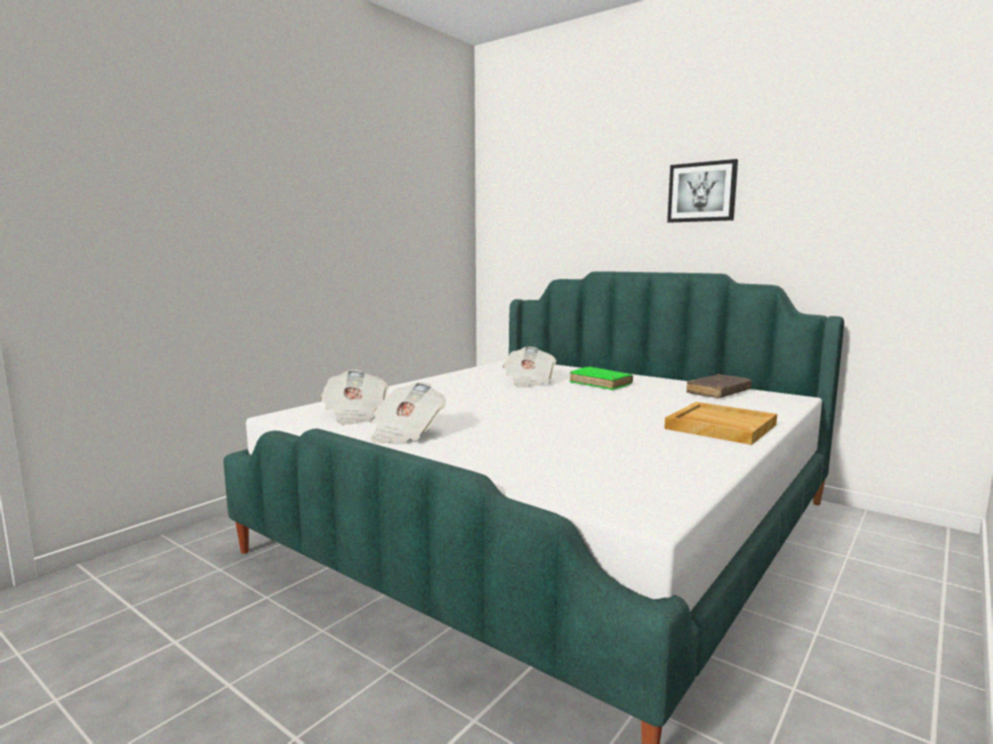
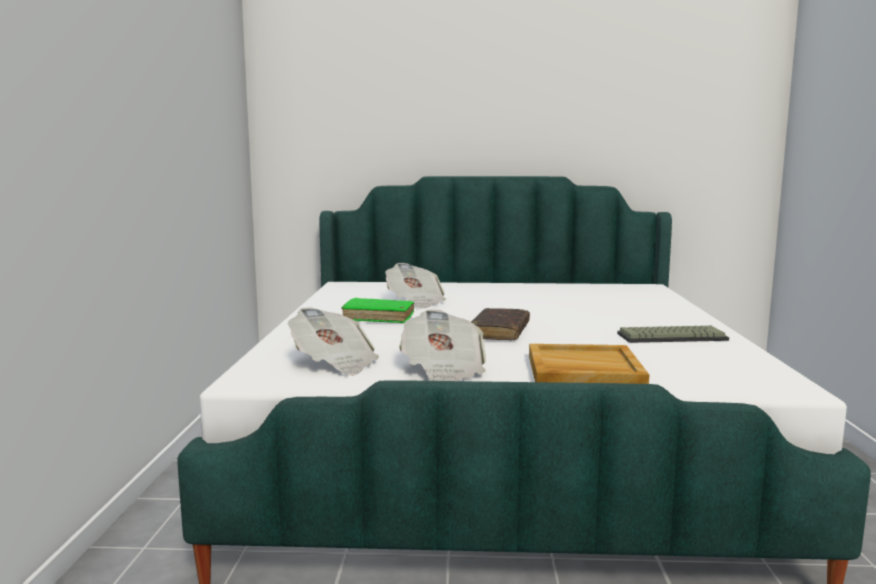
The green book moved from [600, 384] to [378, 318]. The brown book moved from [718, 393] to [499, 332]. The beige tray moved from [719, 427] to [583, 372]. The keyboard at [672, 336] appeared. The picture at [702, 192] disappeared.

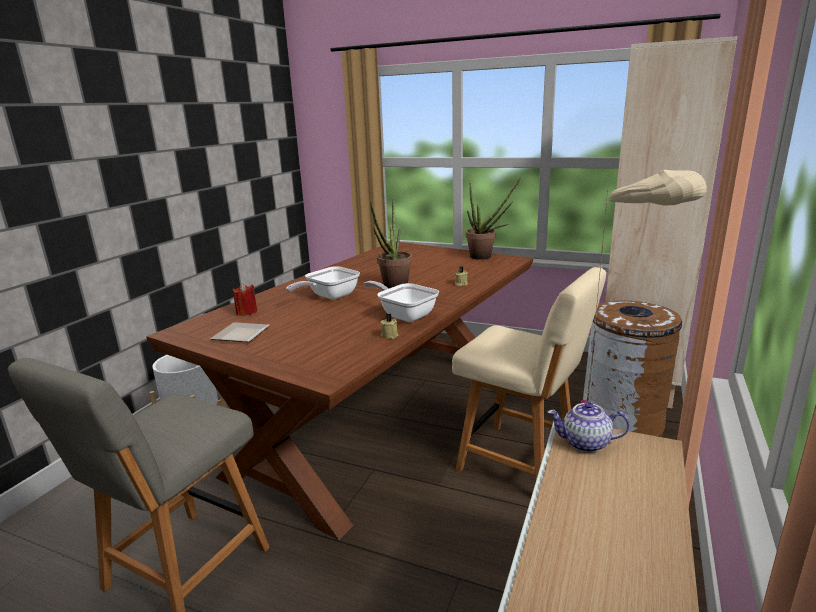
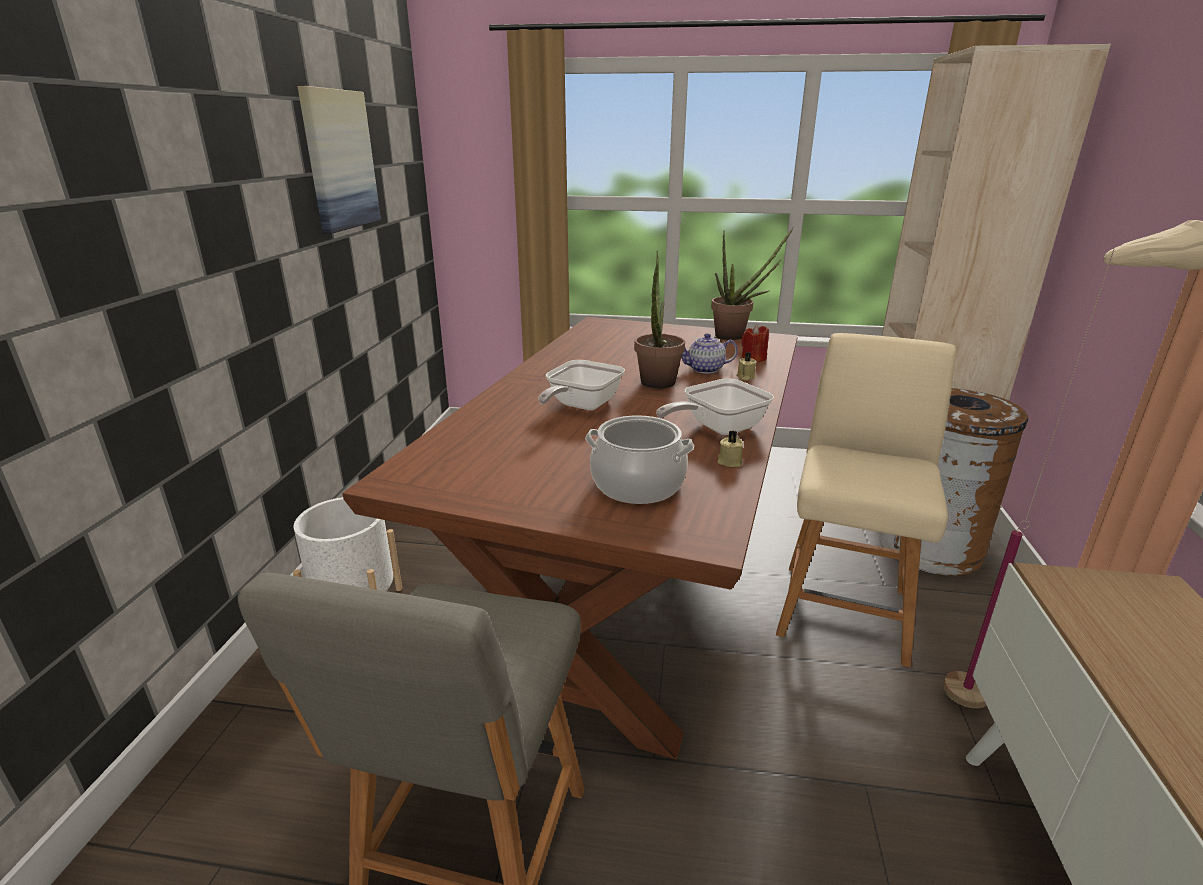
The picture at [339, 160] appeared. The cooking pot at [637, 485] appeared. The frying pan at [404, 315] turned 60 degrees counterclockwise. The teapot moved from [585, 443] to [705, 369]. The red candle moved from [246, 312] to [753, 359]. The beige chair at [521, 462] turned 90 degrees counterclockwise. The plate at [242, 336] disappeared.

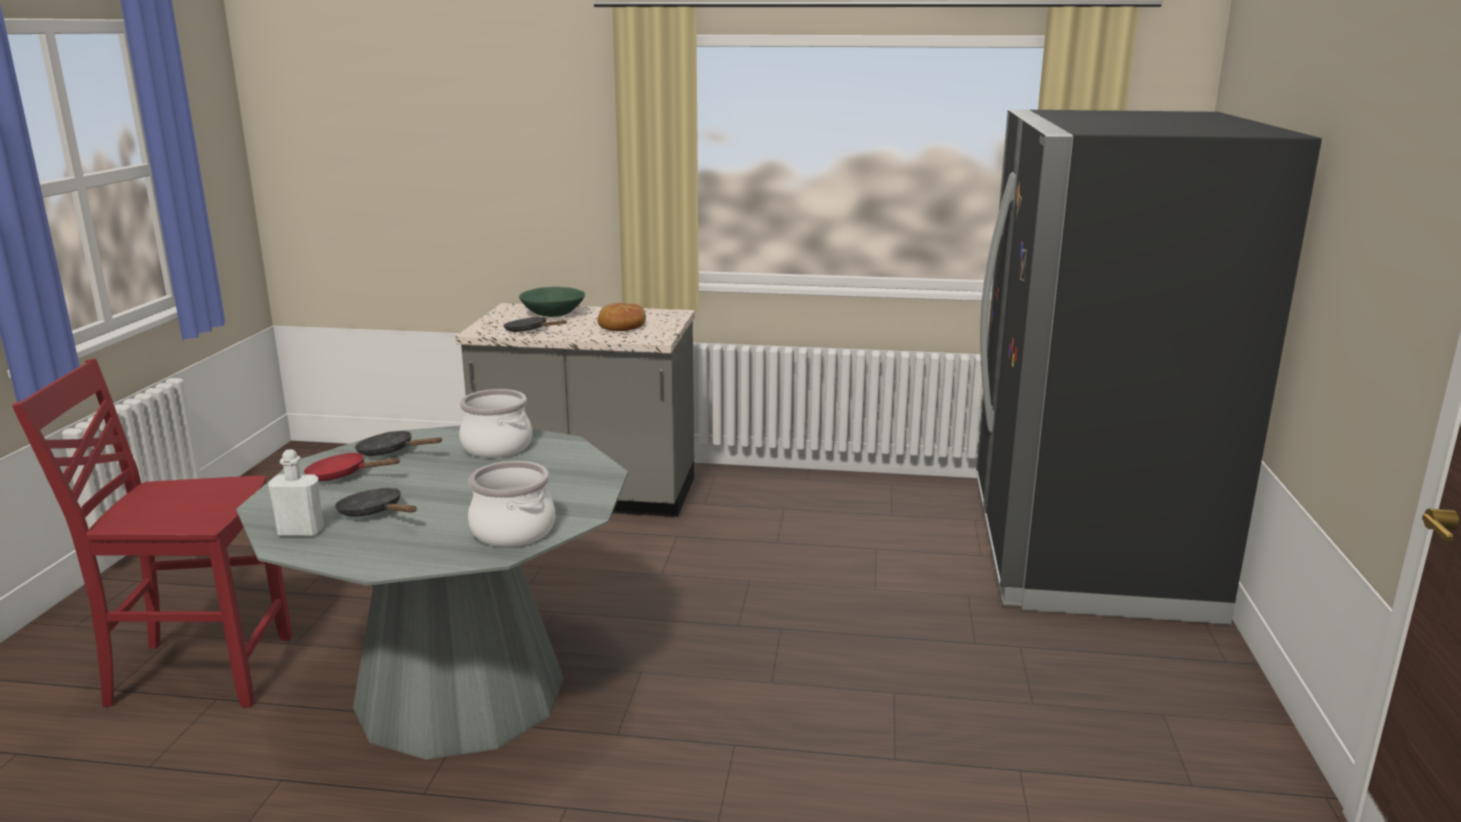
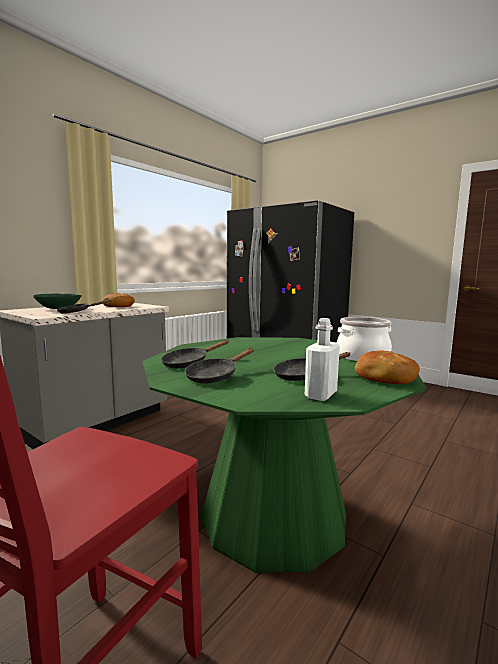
The grey dining table at [460, 693] became the green dining table at [274, 514]. The red frying pan at [343, 475] became the black frying pan at [215, 376]. The bread at [384, 378] appeared. The cooking pot at [497, 447] disappeared.

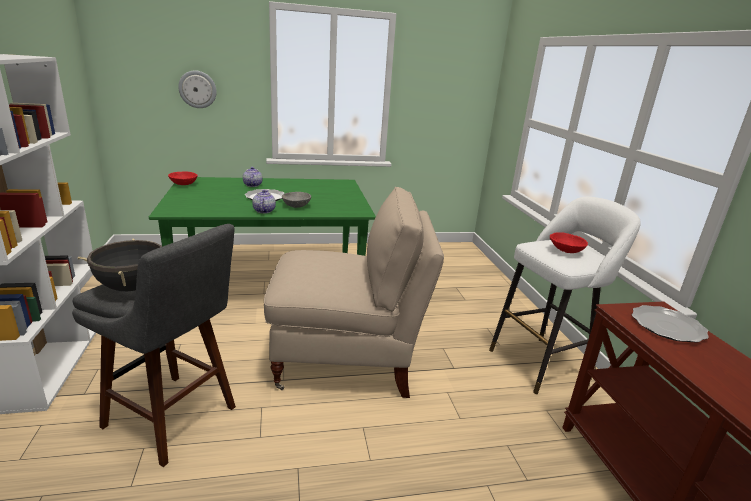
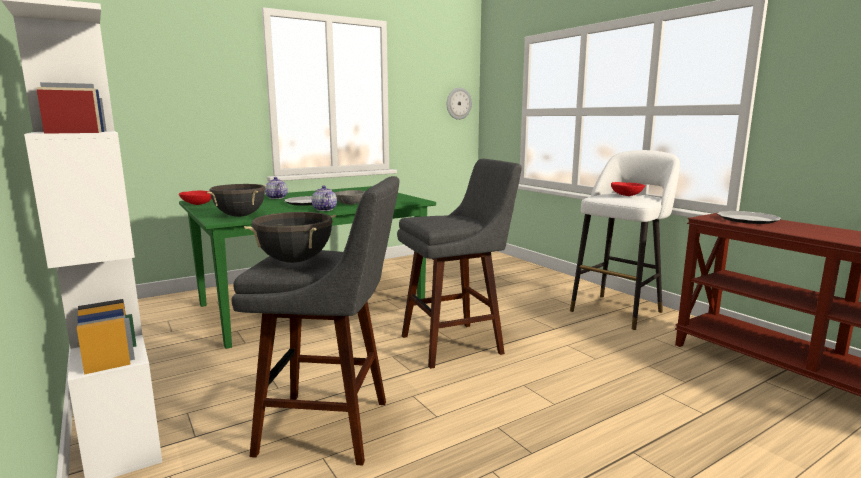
The black cooking pot at [240, 216] appeared. The beige chair at [347, 359] was replaced by the grey stool at [456, 343]. The wall clock moved from [197, 89] to [458, 103].

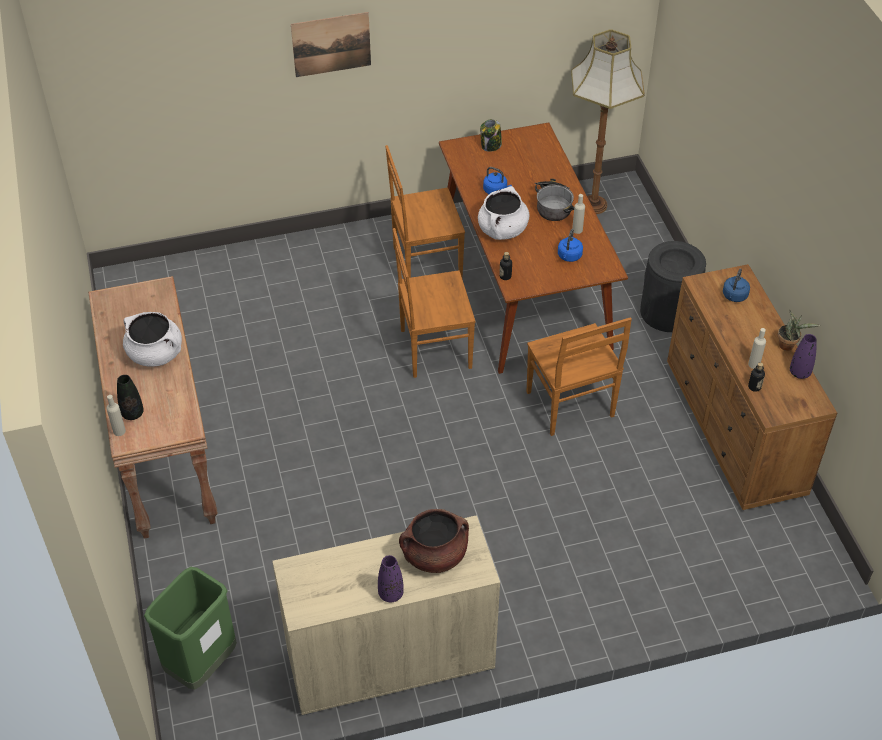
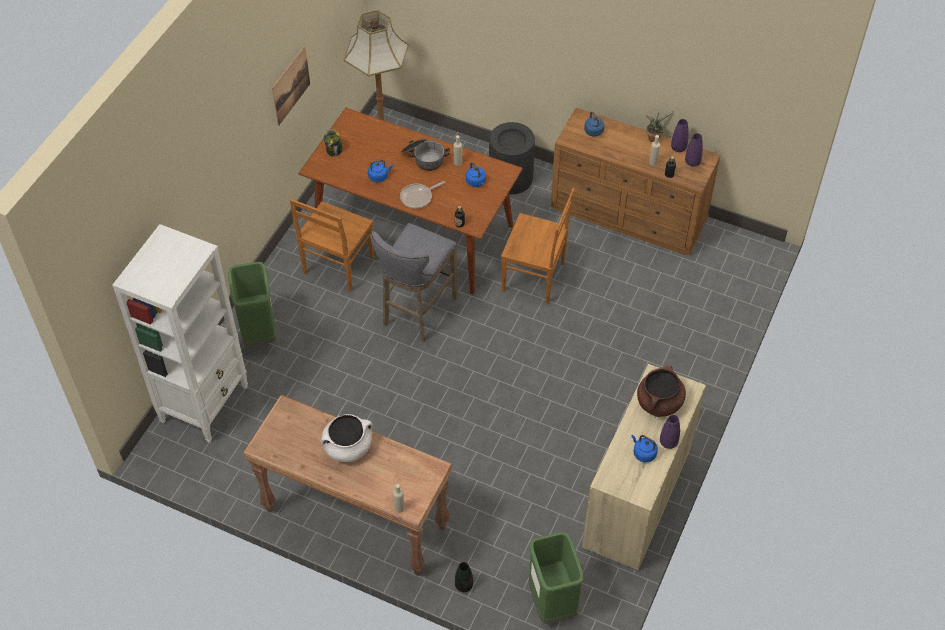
The white bookcase at [205, 403] appeared. The green trash can at [259, 333] appeared. The picture moved from [331, 44] to [291, 85]. The brown chair at [433, 349] was replaced by the grey stool at [417, 313]. The white cooking pot at [502, 230] was replaced by the frying pan at [418, 197]. The black vase moved from [132, 414] to [464, 585]. The blue kettle at [643, 453] appeared. The purple vase at [692, 162] appeared.

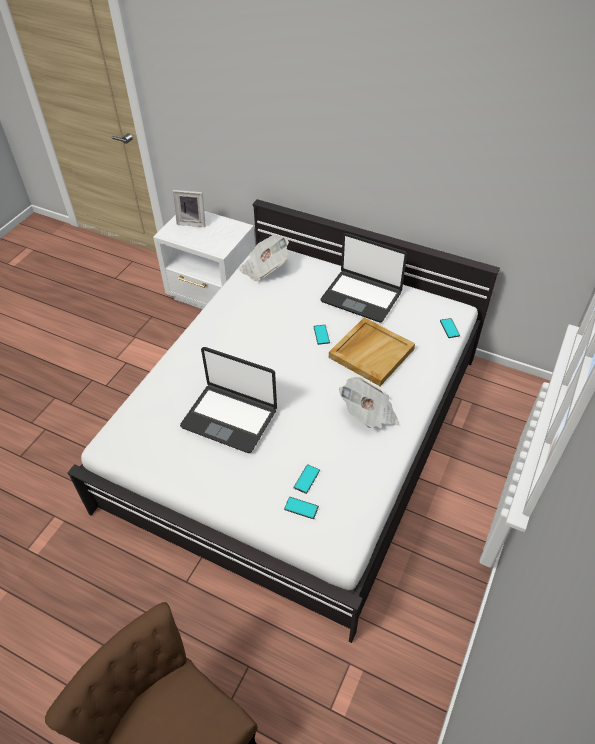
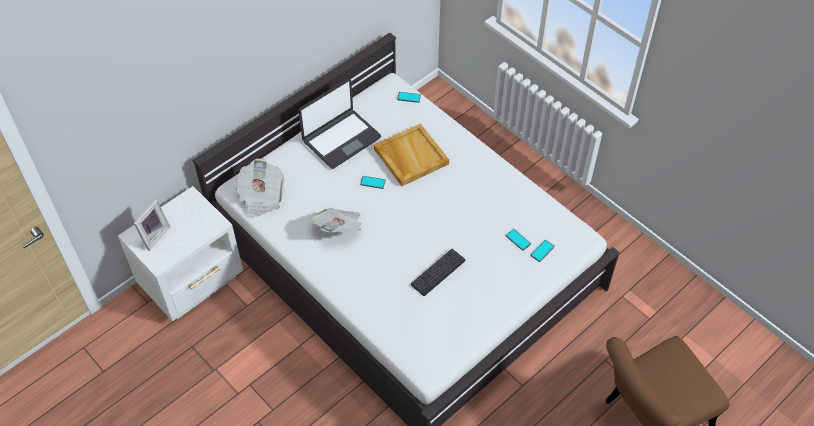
The newspaper moved from [369, 414] to [339, 228]. The laptop at [230, 417] was replaced by the keyboard at [438, 272].

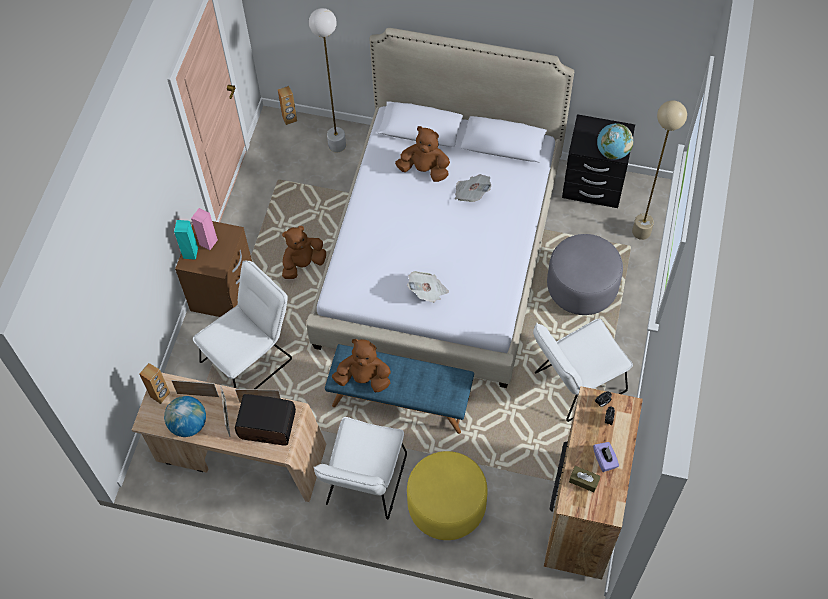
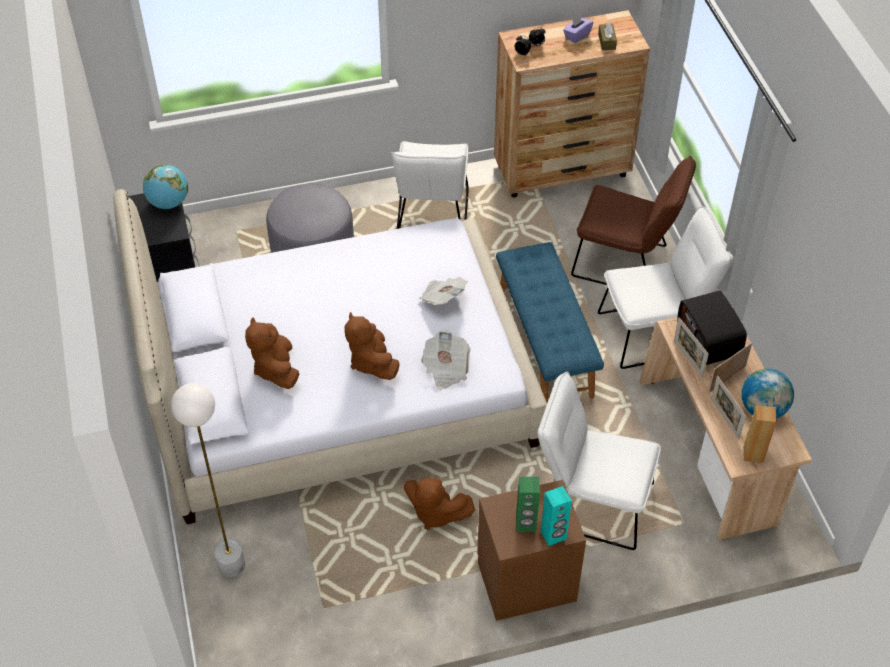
The brown plush toy moved from [364, 378] to [371, 362]. The white chair at [574, 384] turned 60 degrees clockwise. The newspaper moved from [471, 193] to [446, 369]. The pink speaker at [208, 242] became the green speaker at [526, 524]. The yellow ottoman at [446, 505] was replaced by the brown chair at [626, 263]. The brown speaker at [289, 119] disappeared. The beige floor lamp at [641, 231] disappeared.

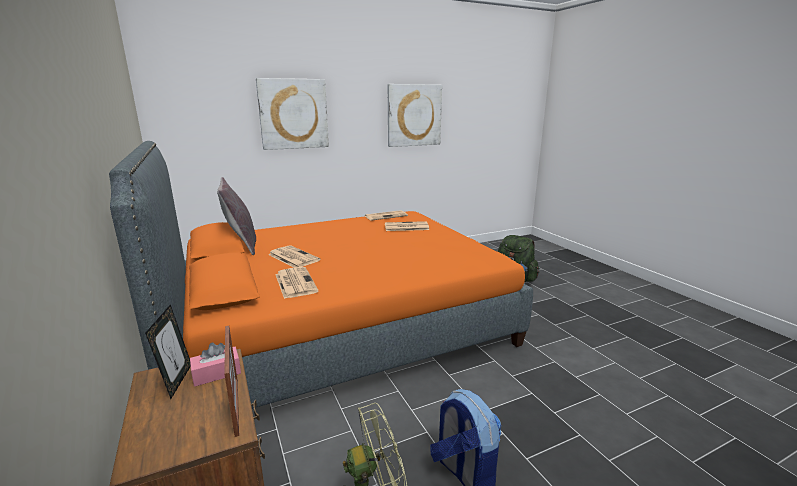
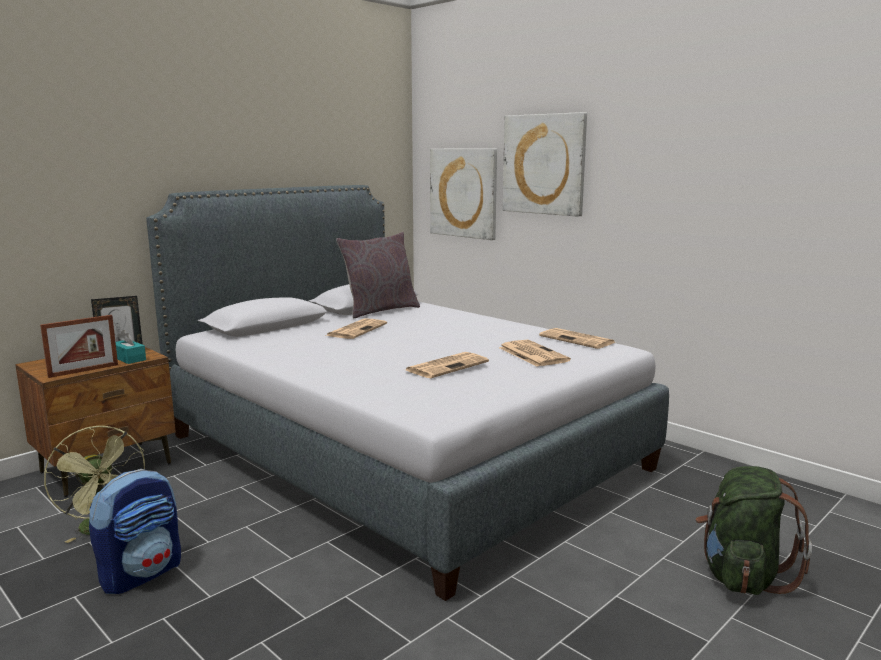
The pink tissue box at [217, 373] became the turquoise tissue box at [129, 358]. The orange bed at [338, 328] became the grey bed at [400, 451]. The newspaper moved from [295, 282] to [447, 366]. The picture moved from [414, 115] to [464, 193].

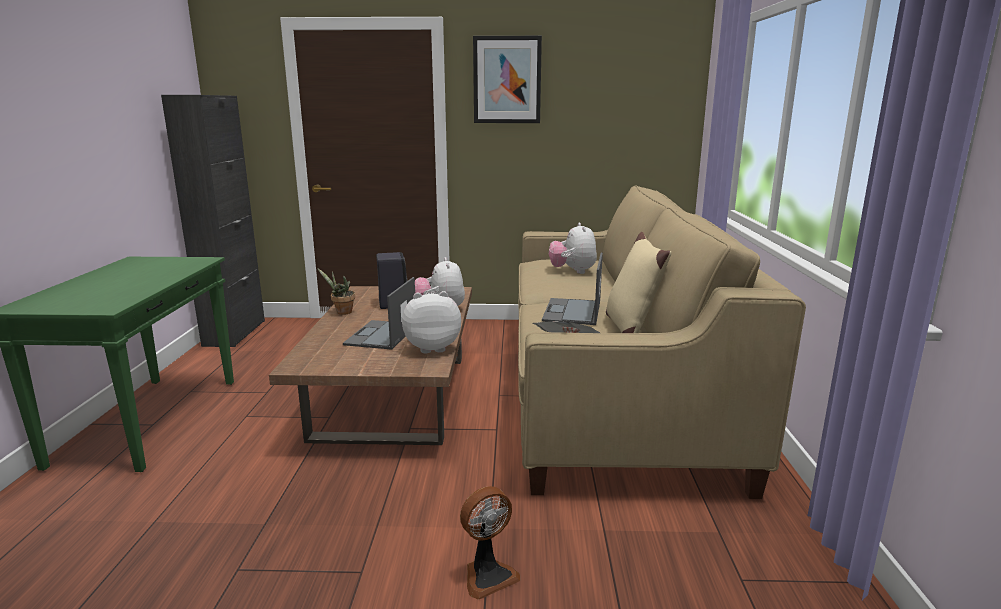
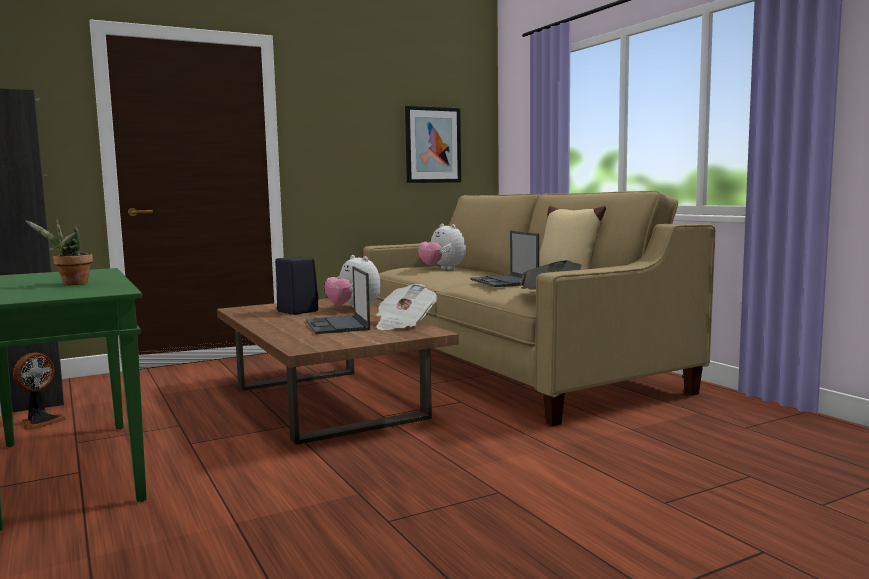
The fan moved from [488, 575] to [40, 422]. The potted plant moved from [341, 312] to [71, 284]. The plush toy at [432, 348] was replaced by the newspaper at [404, 324]. The picture moved from [507, 80] to [432, 145].

